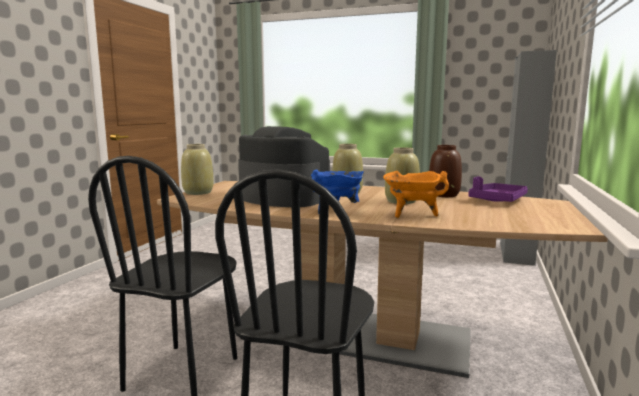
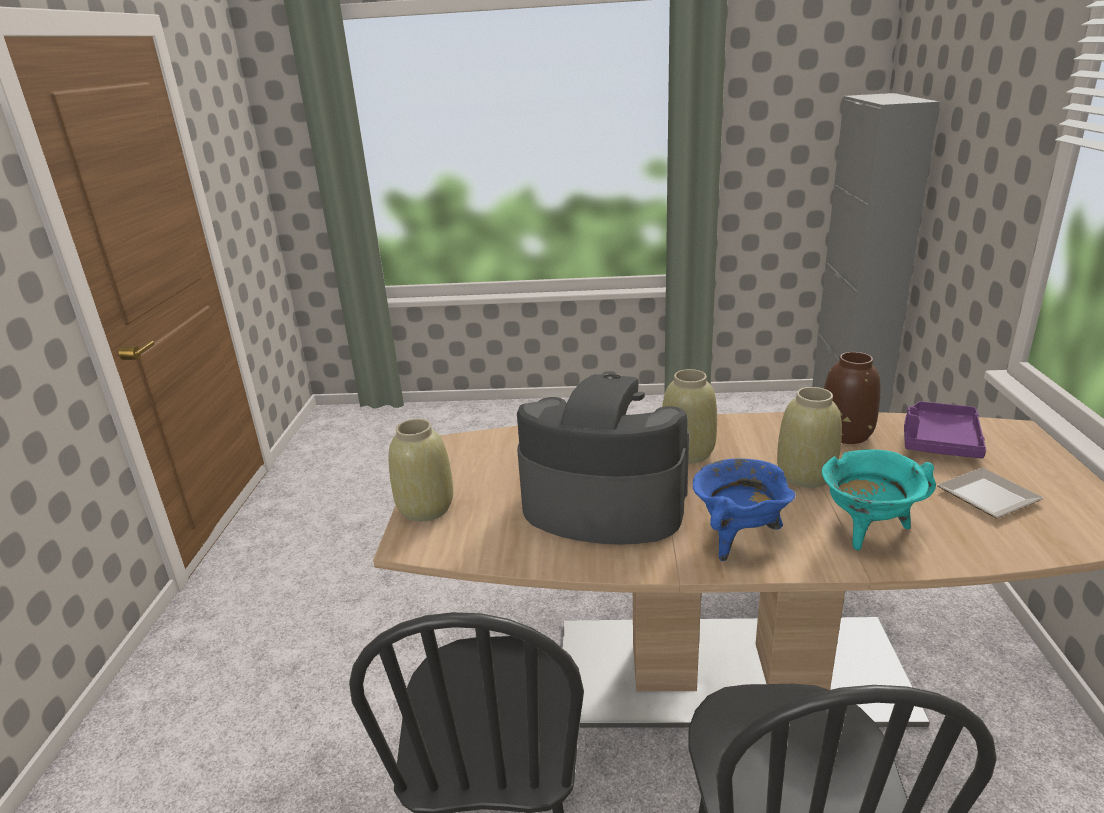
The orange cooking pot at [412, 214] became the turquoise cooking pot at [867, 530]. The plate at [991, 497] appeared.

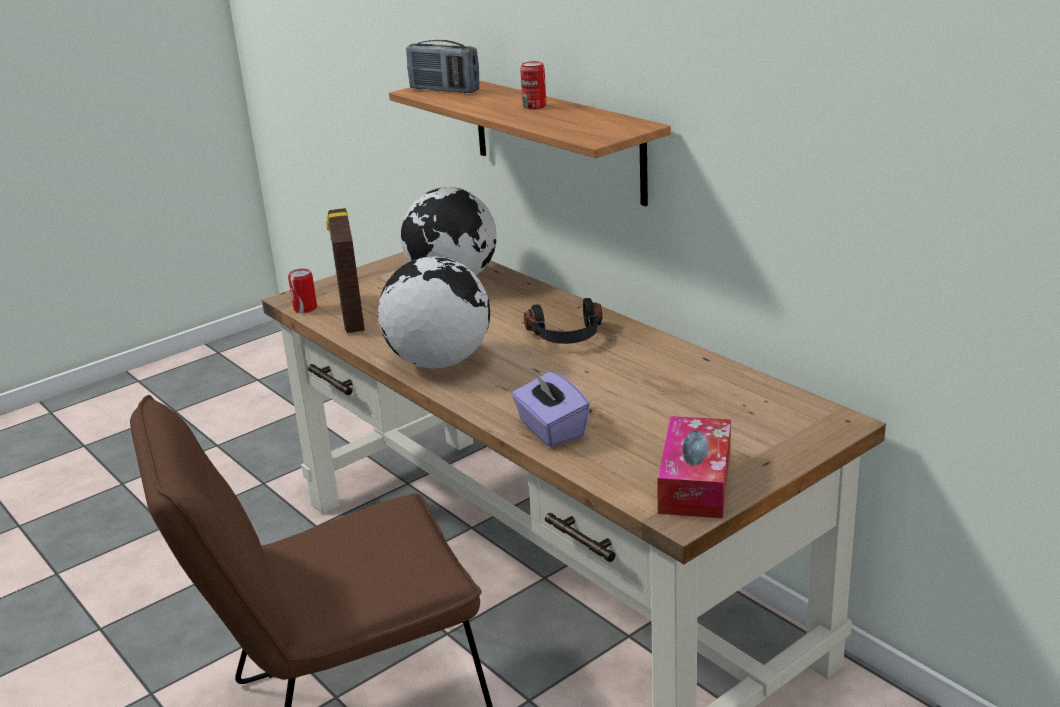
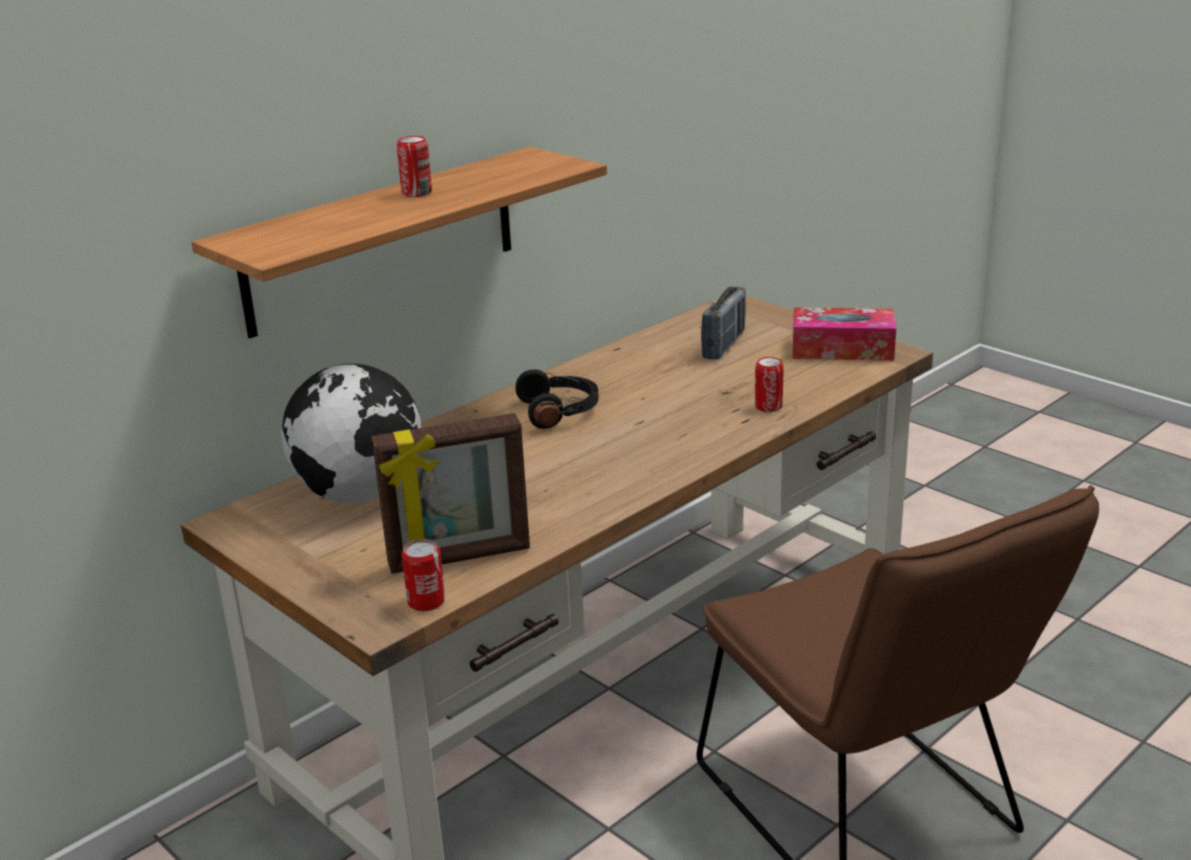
The radio moved from [444, 90] to [724, 345]. The purple tissue box at [551, 430] was replaced by the can at [768, 406]. The globe at [439, 362] disappeared.

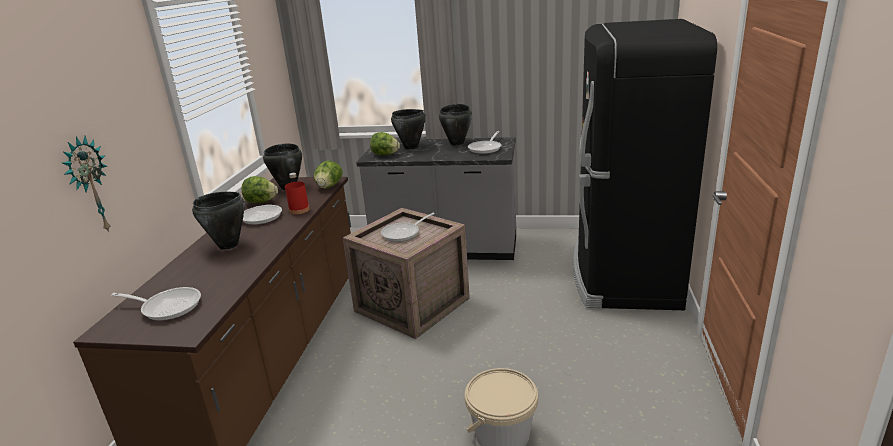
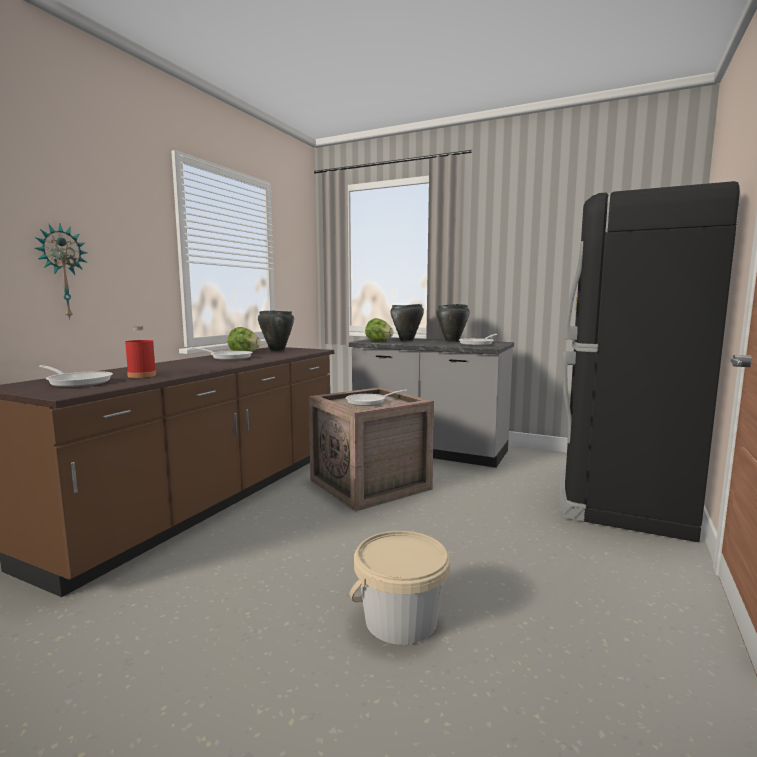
The red bottle moved from [299, 210] to [142, 375]. The black cooking pot at [228, 245] disappeared. The lettuce at [329, 187] disappeared.

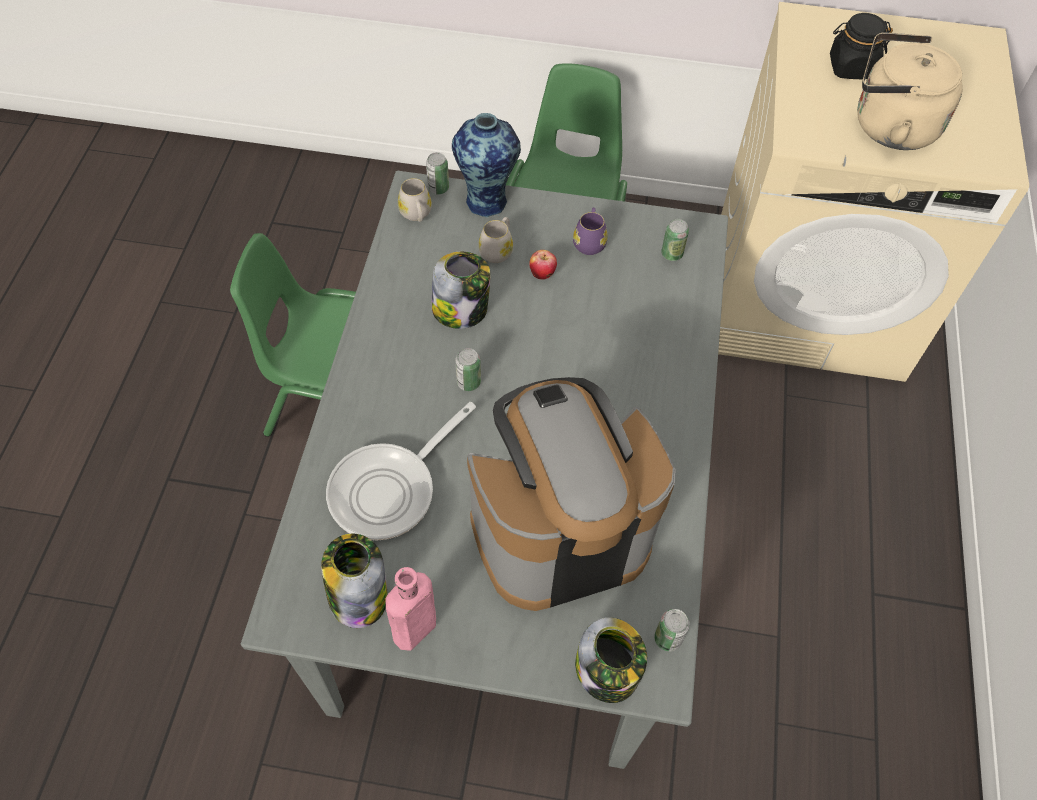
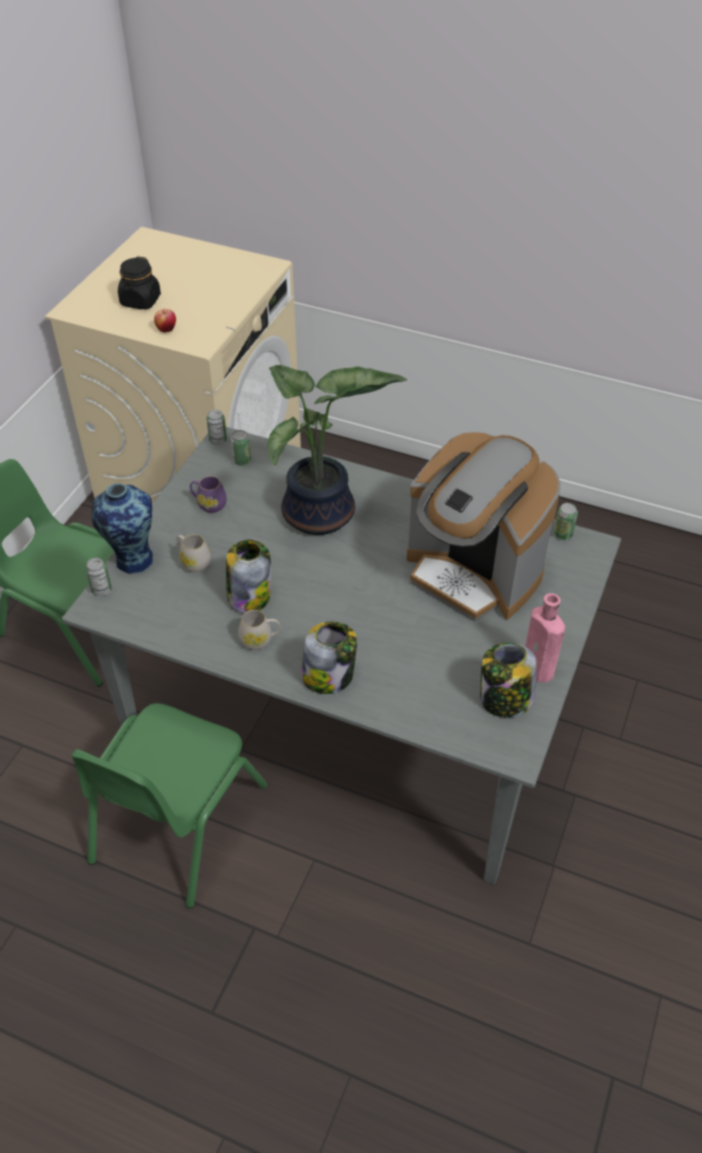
The apple moved from [542, 274] to [166, 330]. The can moved from [468, 382] to [218, 440]. The white mug moved from [416, 215] to [260, 640]. The potted plant at [320, 517] appeared. The jar moved from [607, 672] to [329, 675]. The coffee machine at [559, 532] turned 45 degrees counterclockwise. The frying pan at [390, 490] disappeared. The beige kettle at [888, 126] disappeared.

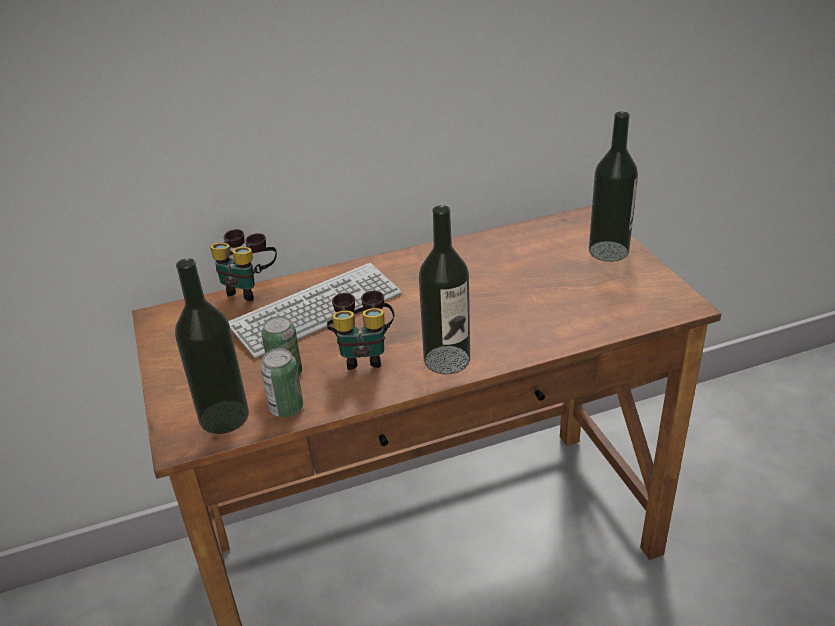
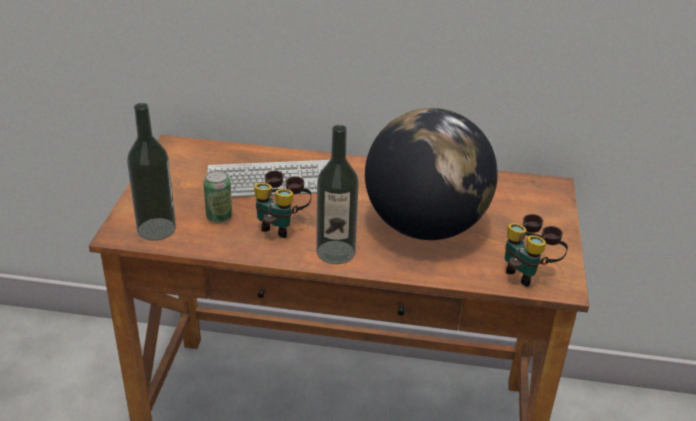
The globe at [425, 226] appeared. The binoculars moved from [249, 288] to [528, 272]. The can at [286, 408] disappeared. The bottle at [608, 251] disappeared.

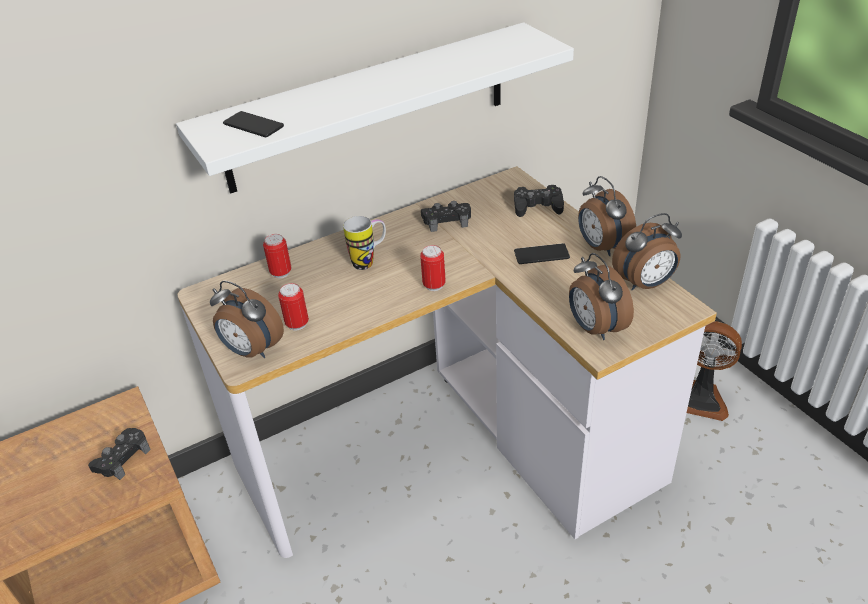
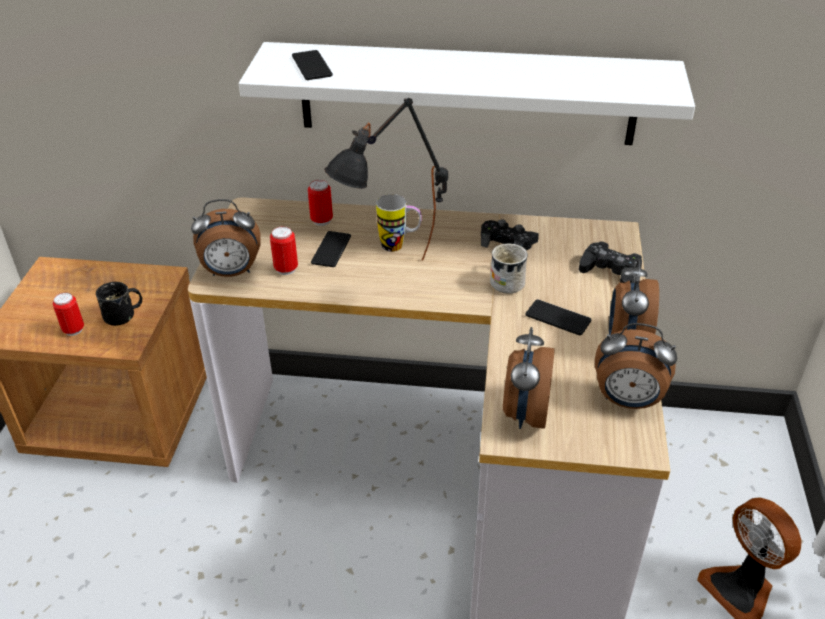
The can moved from [434, 285] to [73, 330]. The black game controller at [122, 458] was replaced by the black mug at [124, 315]. The alarm clock at [252, 351] turned 75 degrees counterclockwise. The phone at [331, 250] appeared. The black table lamp at [393, 281] appeared. The white mug at [506, 280] appeared.

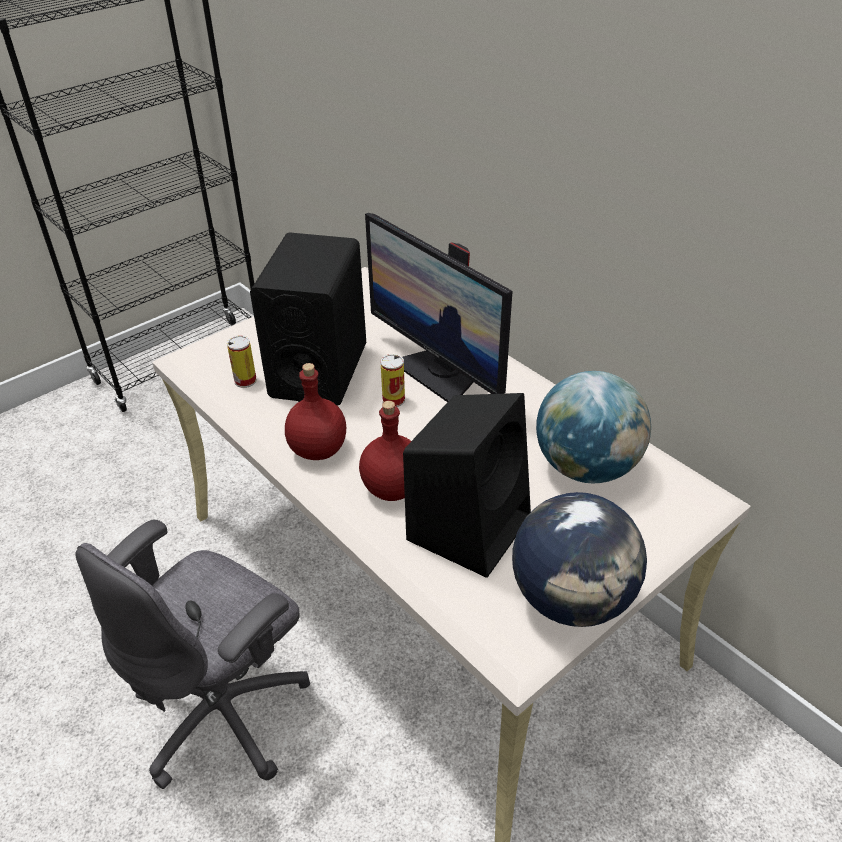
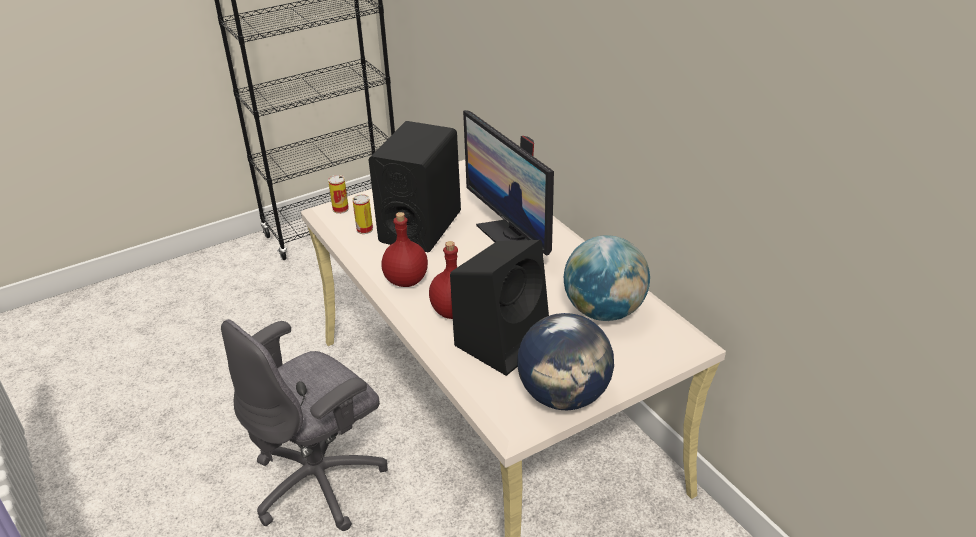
The can moved from [393, 400] to [340, 209].

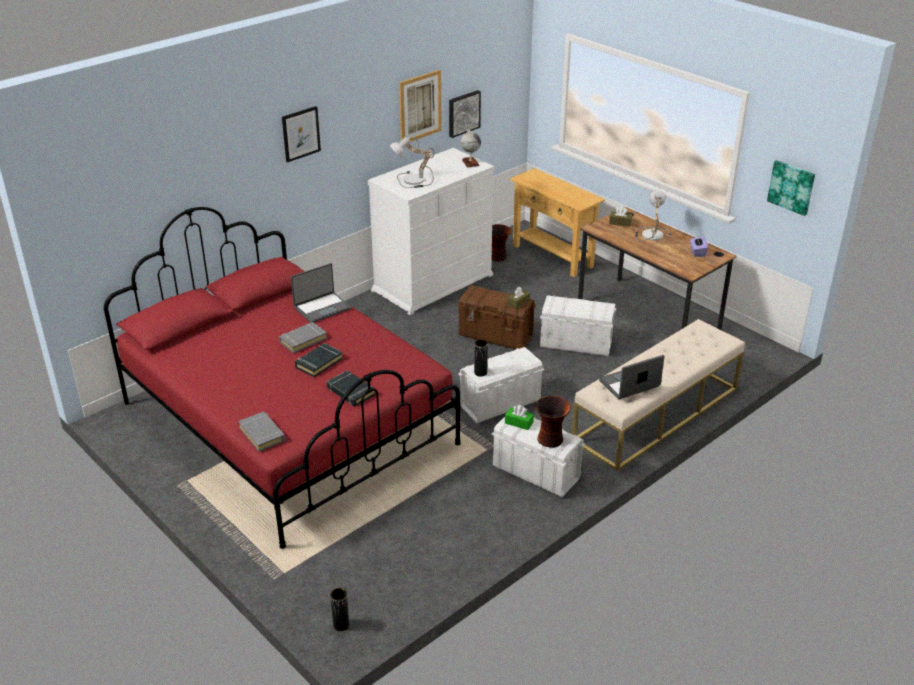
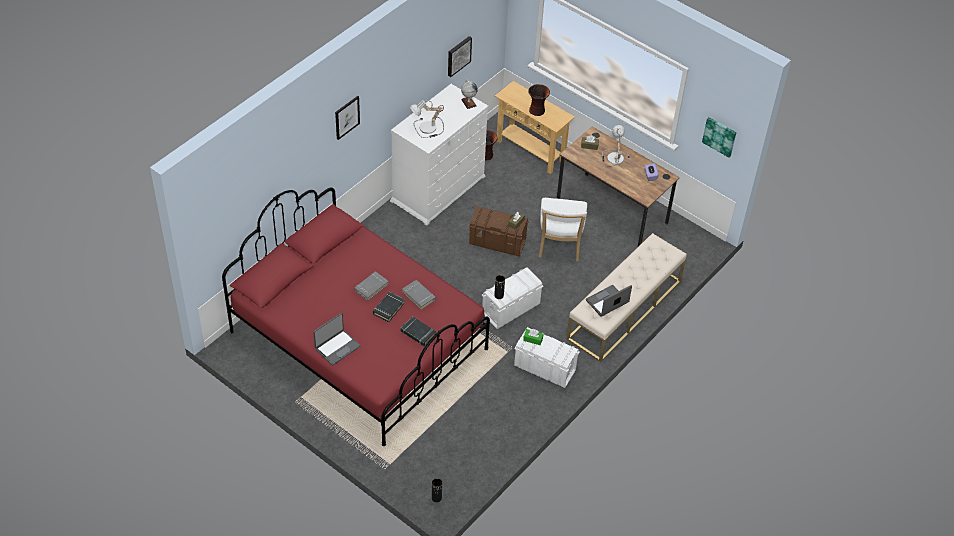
The laptop moved from [322, 308] to [337, 347]. The grey book moved from [262, 434] to [419, 296]. The vase moved from [551, 439] to [537, 110]. The white storage box at [575, 344] was replaced by the white chair at [559, 246]. The picture at [420, 106] disappeared.

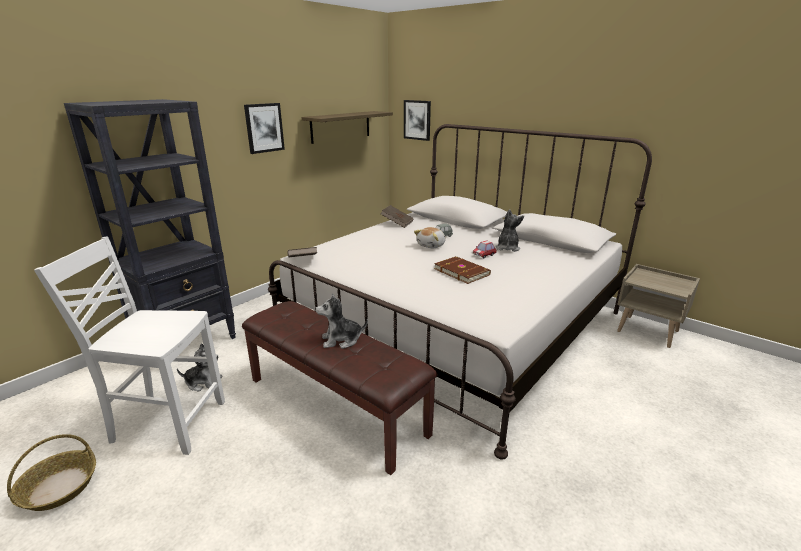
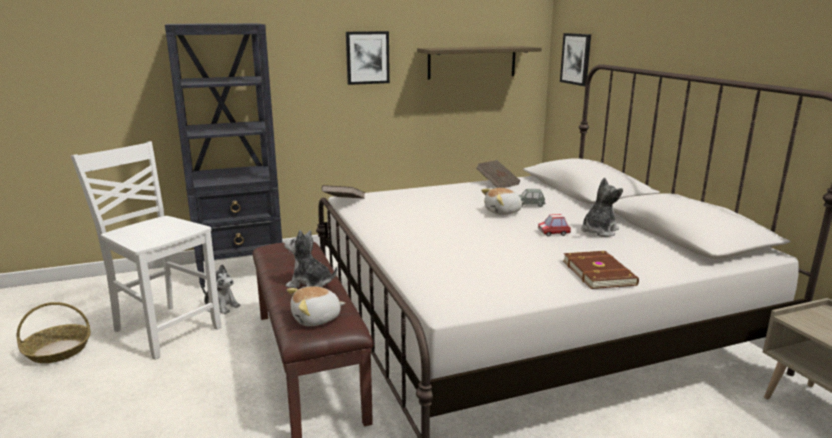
The plush toy at [316, 319] appeared. The brown book moved from [462, 271] to [599, 272].

